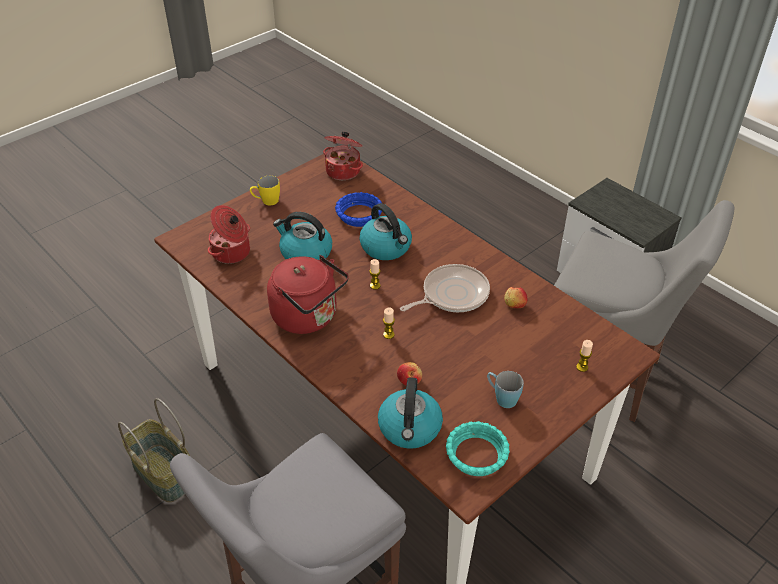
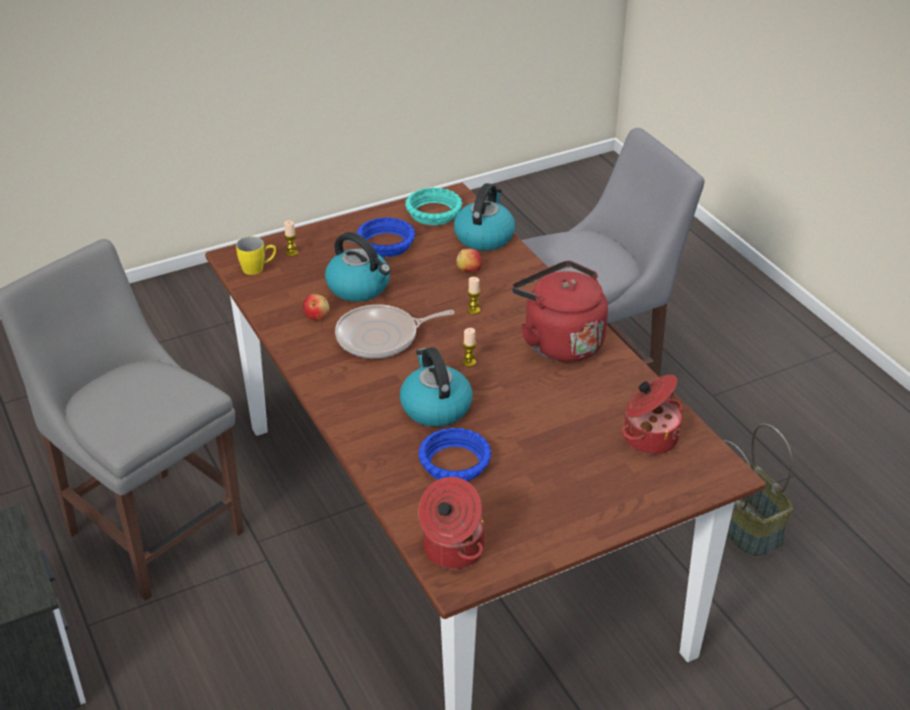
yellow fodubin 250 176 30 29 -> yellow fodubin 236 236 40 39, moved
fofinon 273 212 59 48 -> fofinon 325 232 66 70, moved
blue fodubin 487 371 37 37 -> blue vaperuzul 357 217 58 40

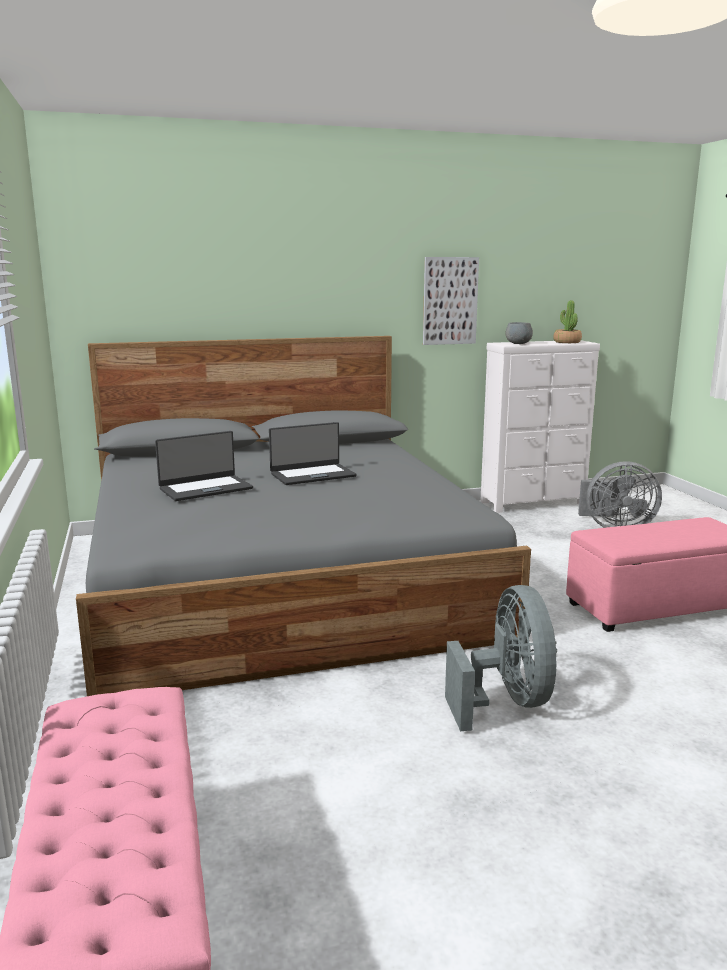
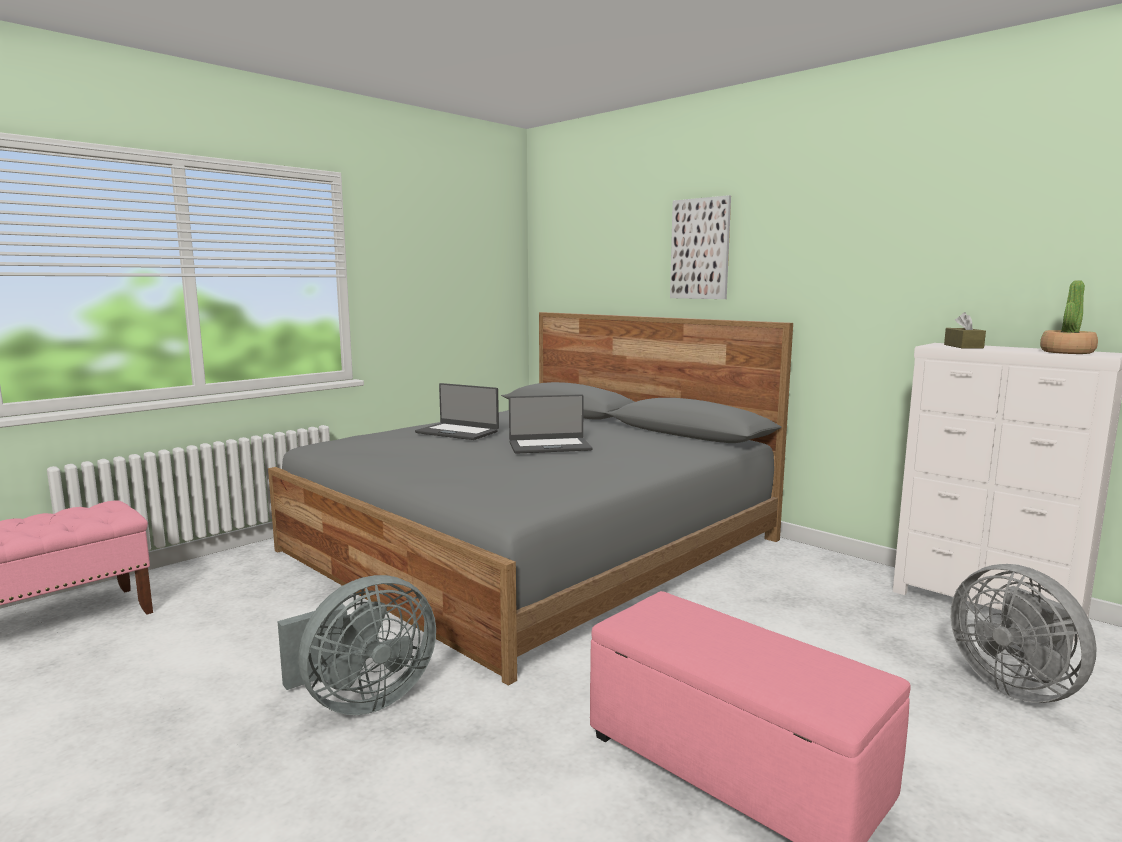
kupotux 269 422 87 63 -> kupotux 509 394 83 60, 45 degrees counterclockwise
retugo 423 257 56 88 -> retugo 670 195 61 104, moved
grey vaperuzul 505 322 28 22 -> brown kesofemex 944 312 42 37

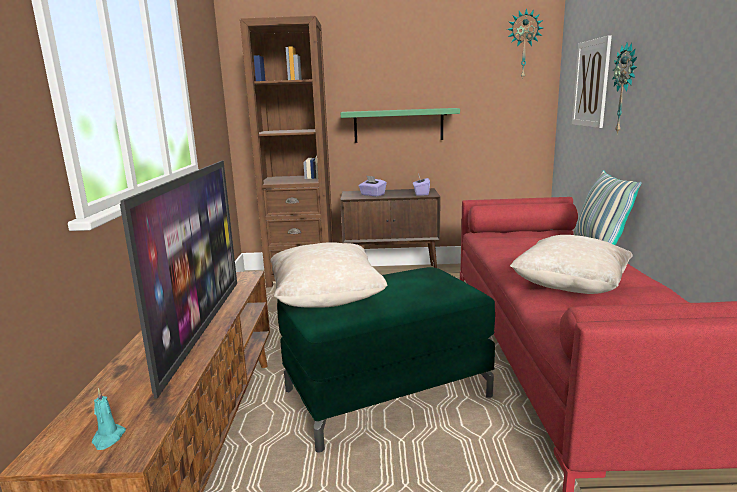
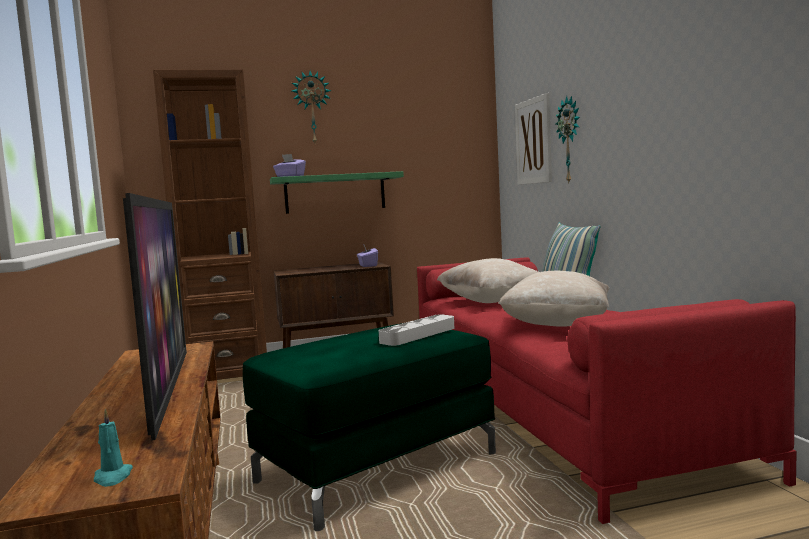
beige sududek 270 242 117 66 -> beige sududek 437 258 102 45, moved
purple kesofemex 359 175 28 21 -> purple kesofemex 273 154 33 23, moved
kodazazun 507 8 36 72 -> kodazazun 292 71 39 72, moved
none -> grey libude 378 314 76 32

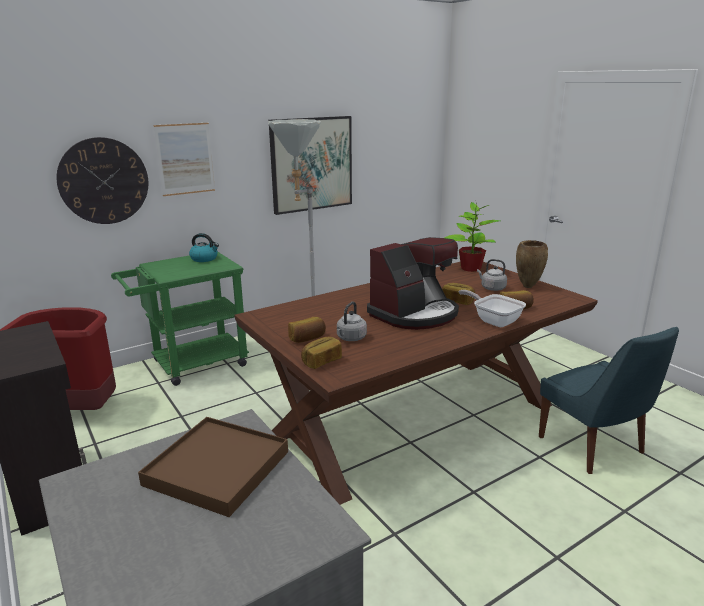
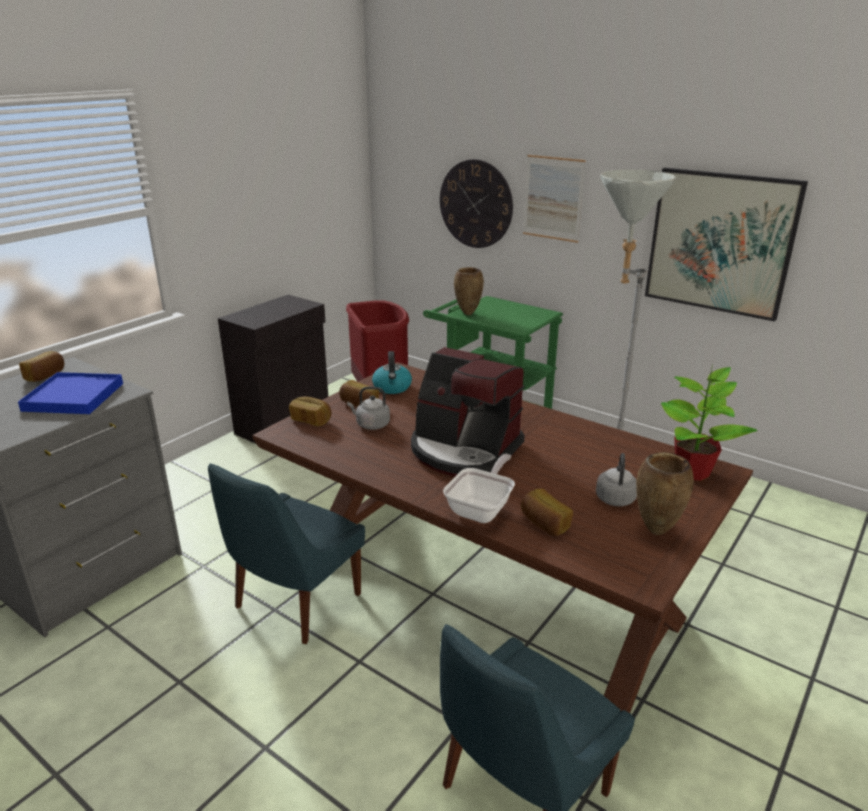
brown libude 138 417 150 100 -> blue libude 18 372 105 42
fofinon 189 233 30 29 -> fofinon 372 351 40 43, moved
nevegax 442 283 33 22 -> nevegax 19 351 45 31, moved
none -> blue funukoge 208 463 157 181
none -> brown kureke 454 267 30 48

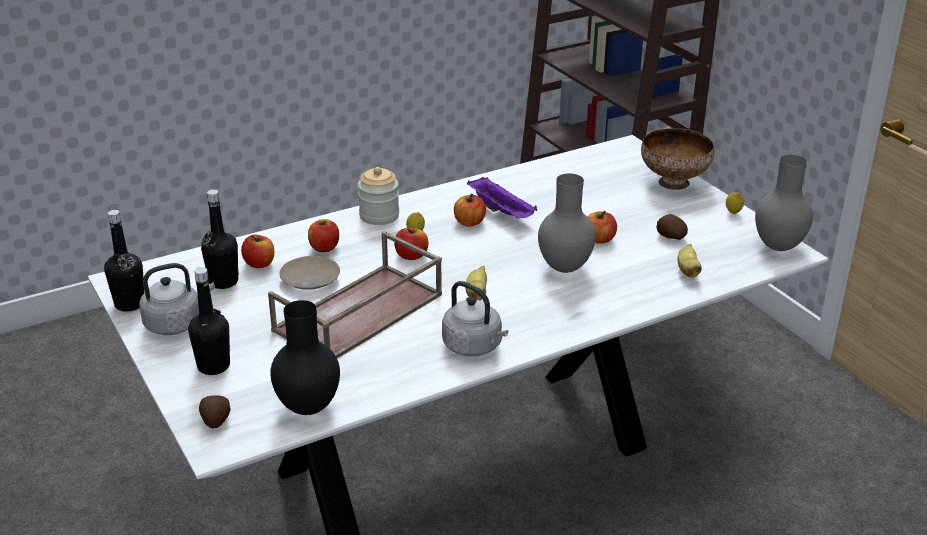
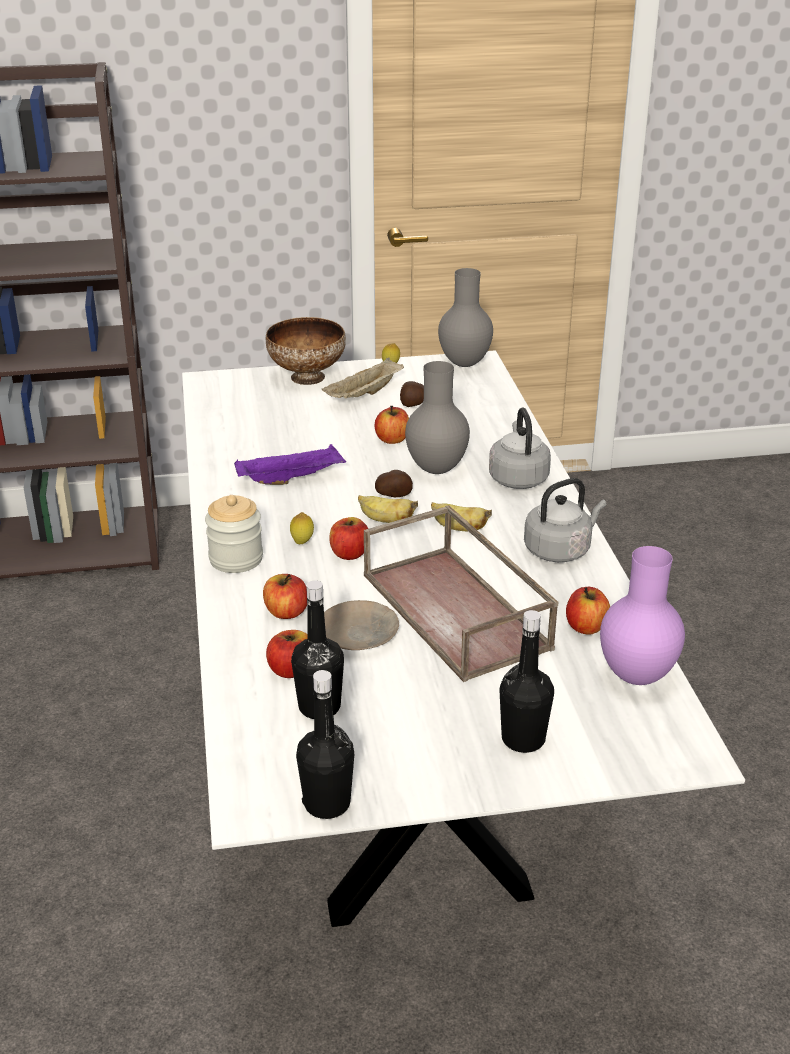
grey fofinon 139 263 76 72 -> grey fofinon 489 408 62 81, moved
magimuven 199 395 32 34 -> magimuven 375 470 38 27, moved
black kureke 270 300 70 115 -> purple kureke 600 546 85 139
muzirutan 454 194 32 33 -> muzirutan 566 587 44 48, moved
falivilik 678 244 24 34 -> falivilik 358 495 60 28, moved
none -> beige libude 322 358 82 41

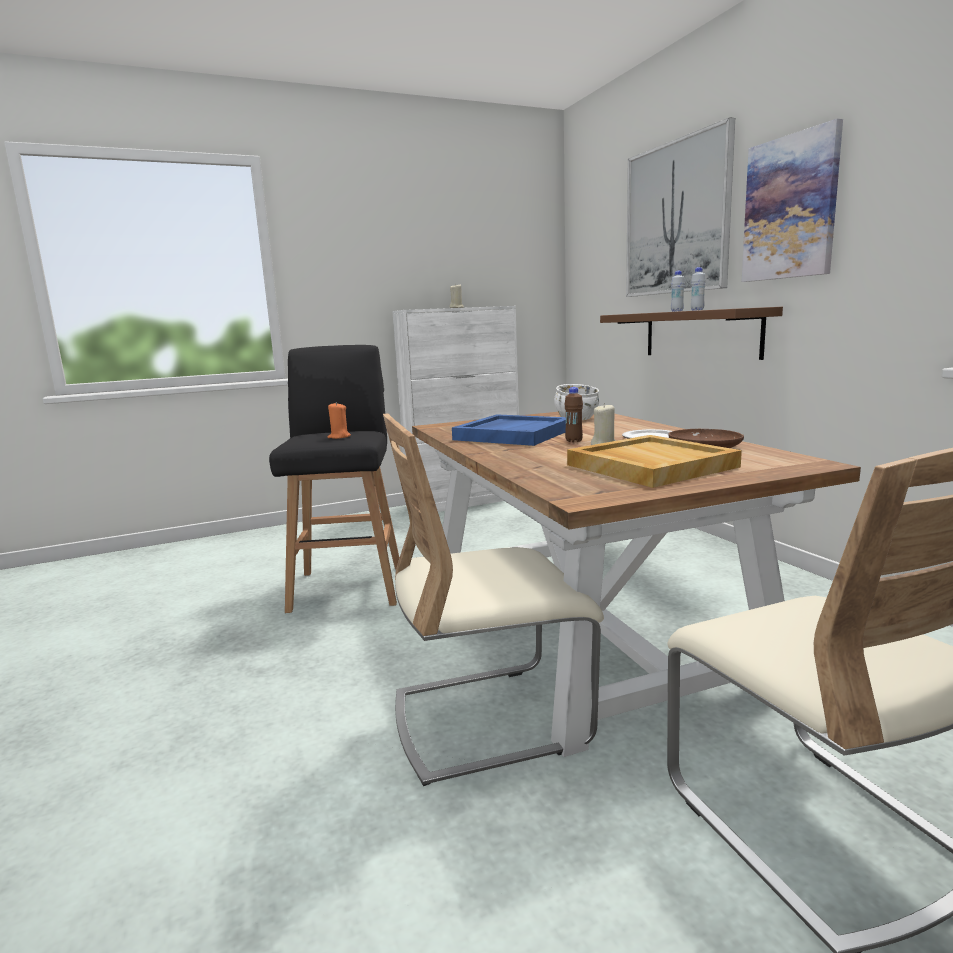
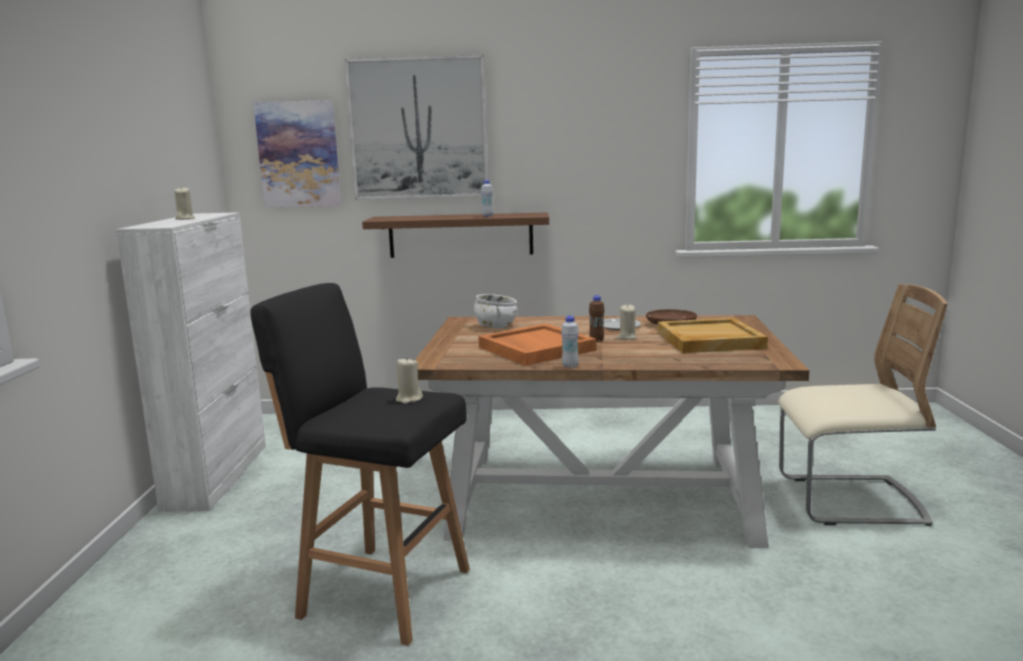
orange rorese 328 402 23 37 -> beige rorese 396 357 27 47
beige funukoge 383 414 221 372 -> none
blue libude 452 414 114 32 -> orange libude 478 324 119 42
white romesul 671 271 14 40 -> white romesul 561 316 18 52, moved
retugo 742 119 101 163 -> retugo 254 100 87 108, moved

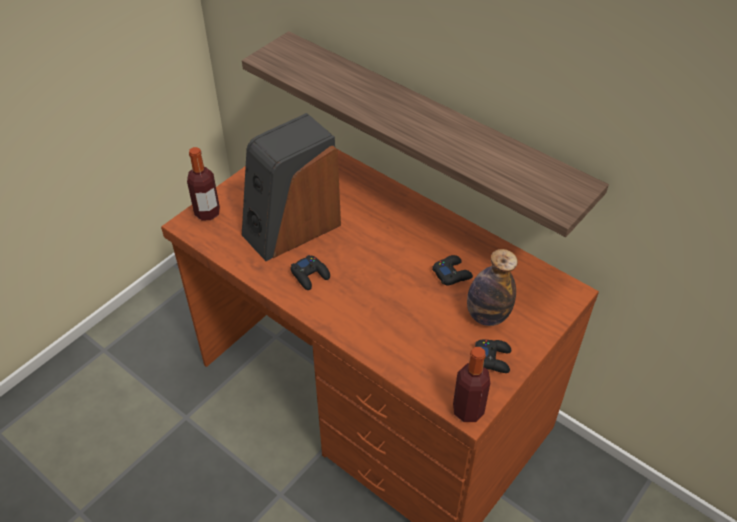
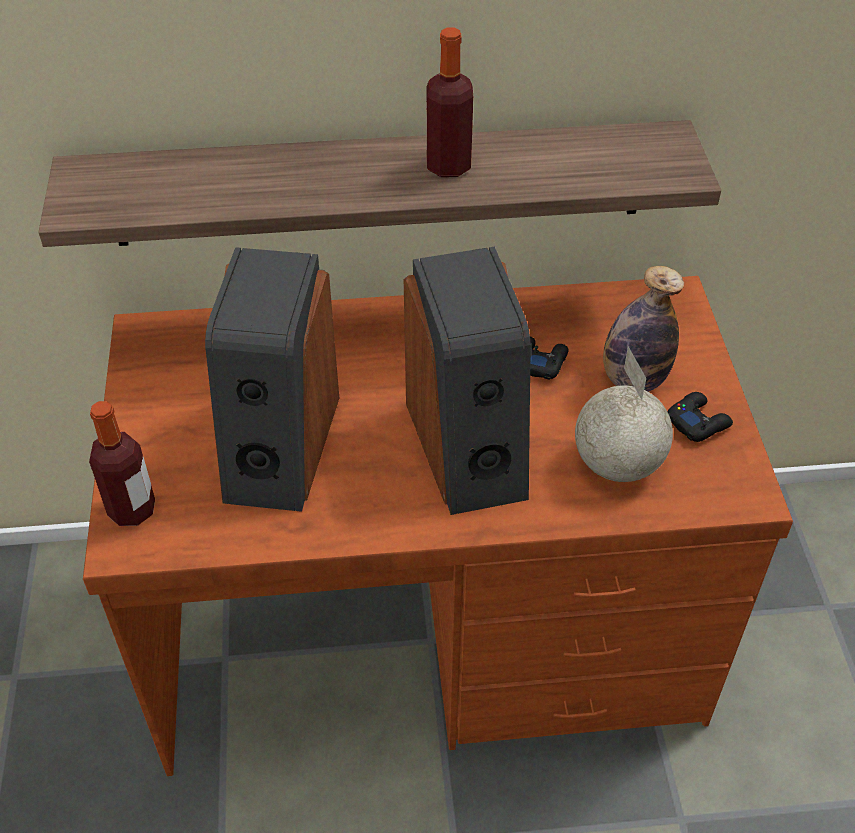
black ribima 290 255 40 35 -> none
romesul 453 347 37 75 -> romesul 426 27 47 150, moved
none -> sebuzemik 404 247 127 268
none -> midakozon 575 347 98 135

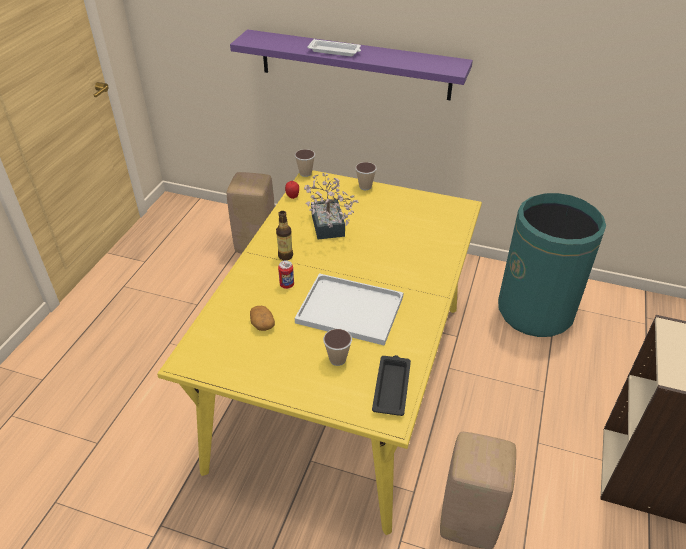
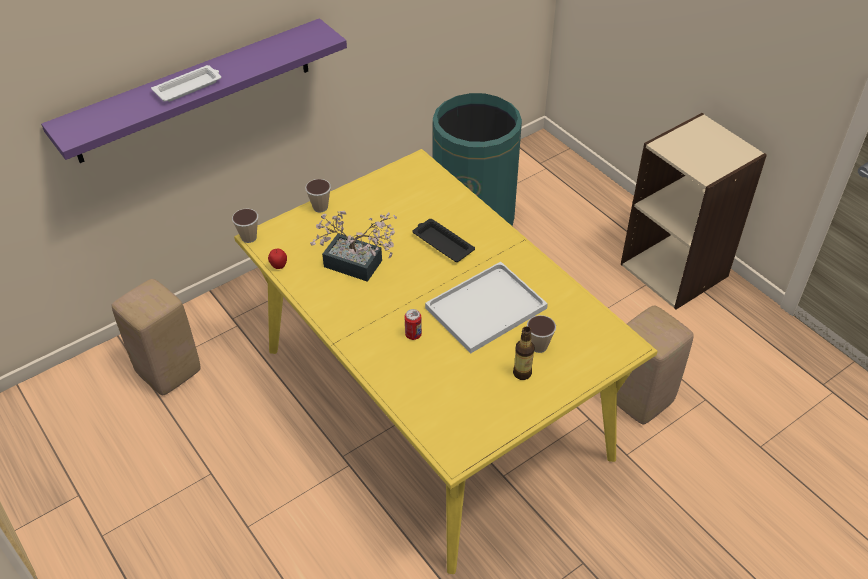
magimuven 250 306 25 25 -> none
romesul 276 211 17 49 -> romesul 513 327 21 53, moved
black libude 372 355 39 61 -> black libude 413 219 62 43, moved

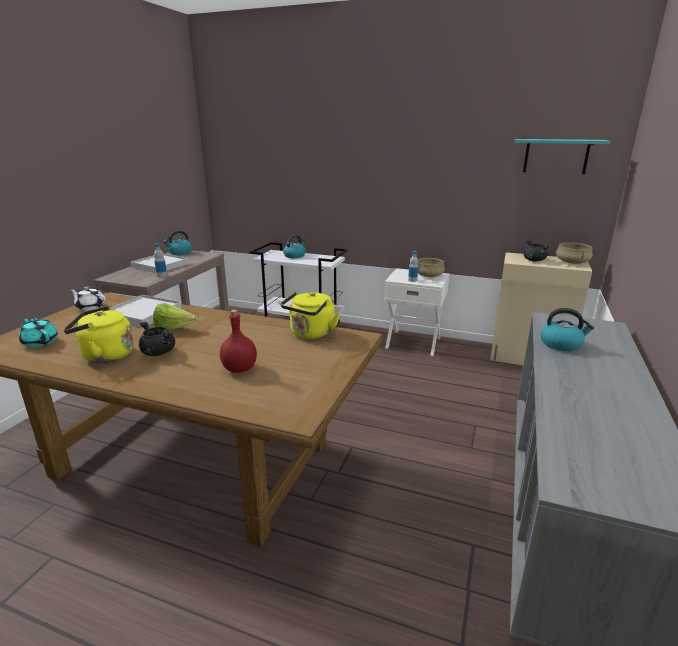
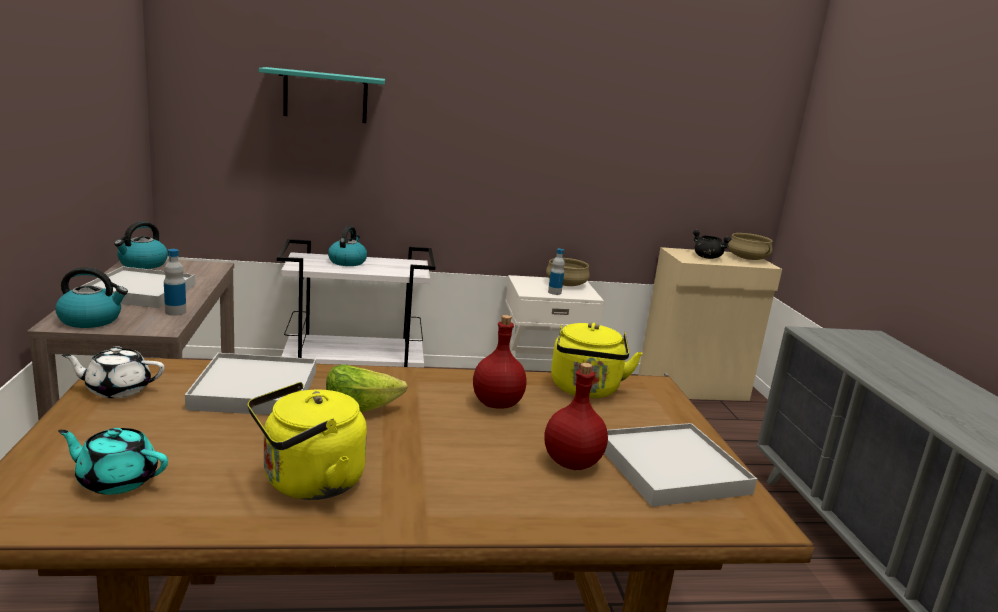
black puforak 139 322 36 34 -> none
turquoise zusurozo 514 139 96 35 -> turquoise zusurozo 259 67 126 56, moved
fofinon 540 308 54 43 -> fofinon 55 267 73 61, moved
none -> red romesul 473 315 53 94
none -> white libude 604 423 153 84

